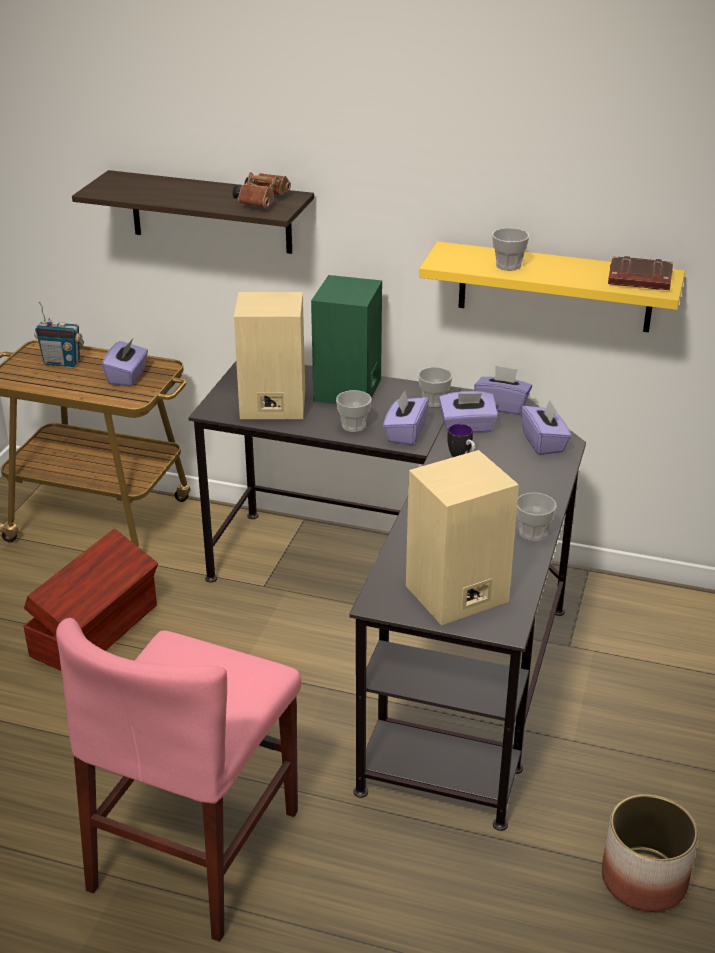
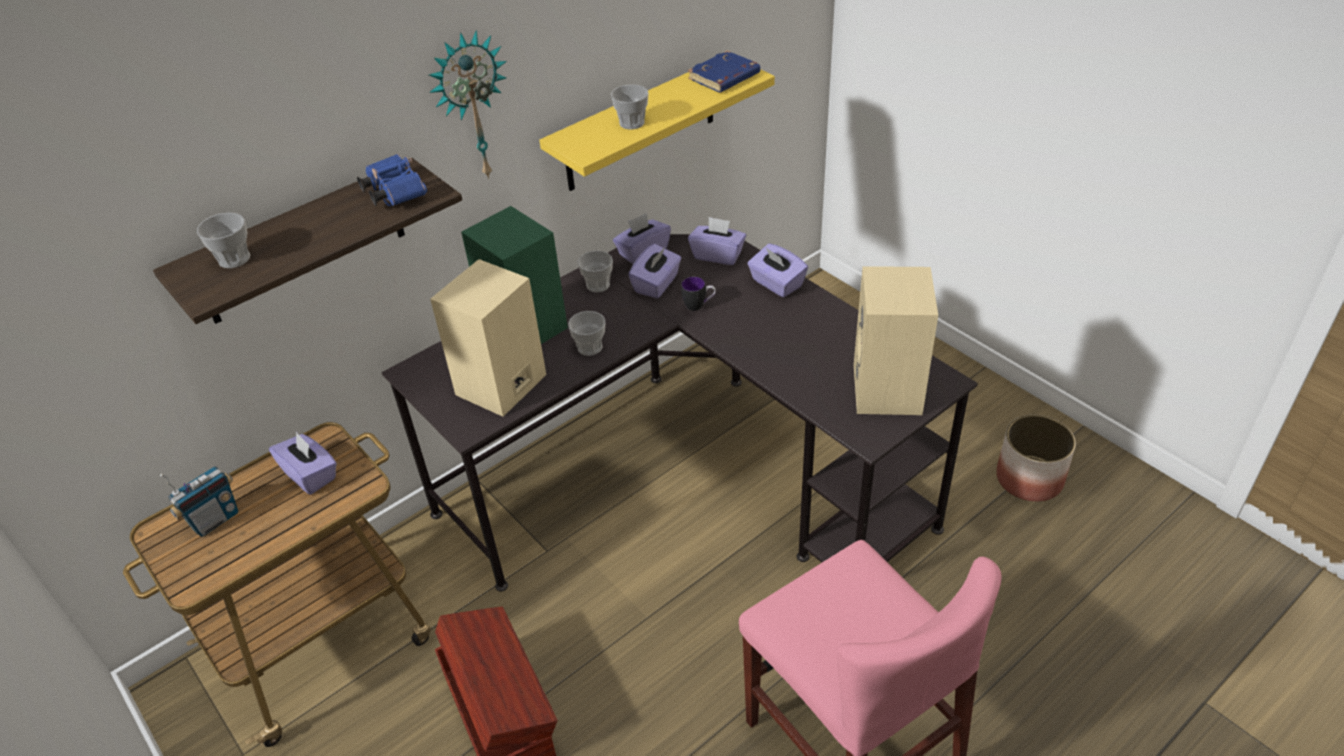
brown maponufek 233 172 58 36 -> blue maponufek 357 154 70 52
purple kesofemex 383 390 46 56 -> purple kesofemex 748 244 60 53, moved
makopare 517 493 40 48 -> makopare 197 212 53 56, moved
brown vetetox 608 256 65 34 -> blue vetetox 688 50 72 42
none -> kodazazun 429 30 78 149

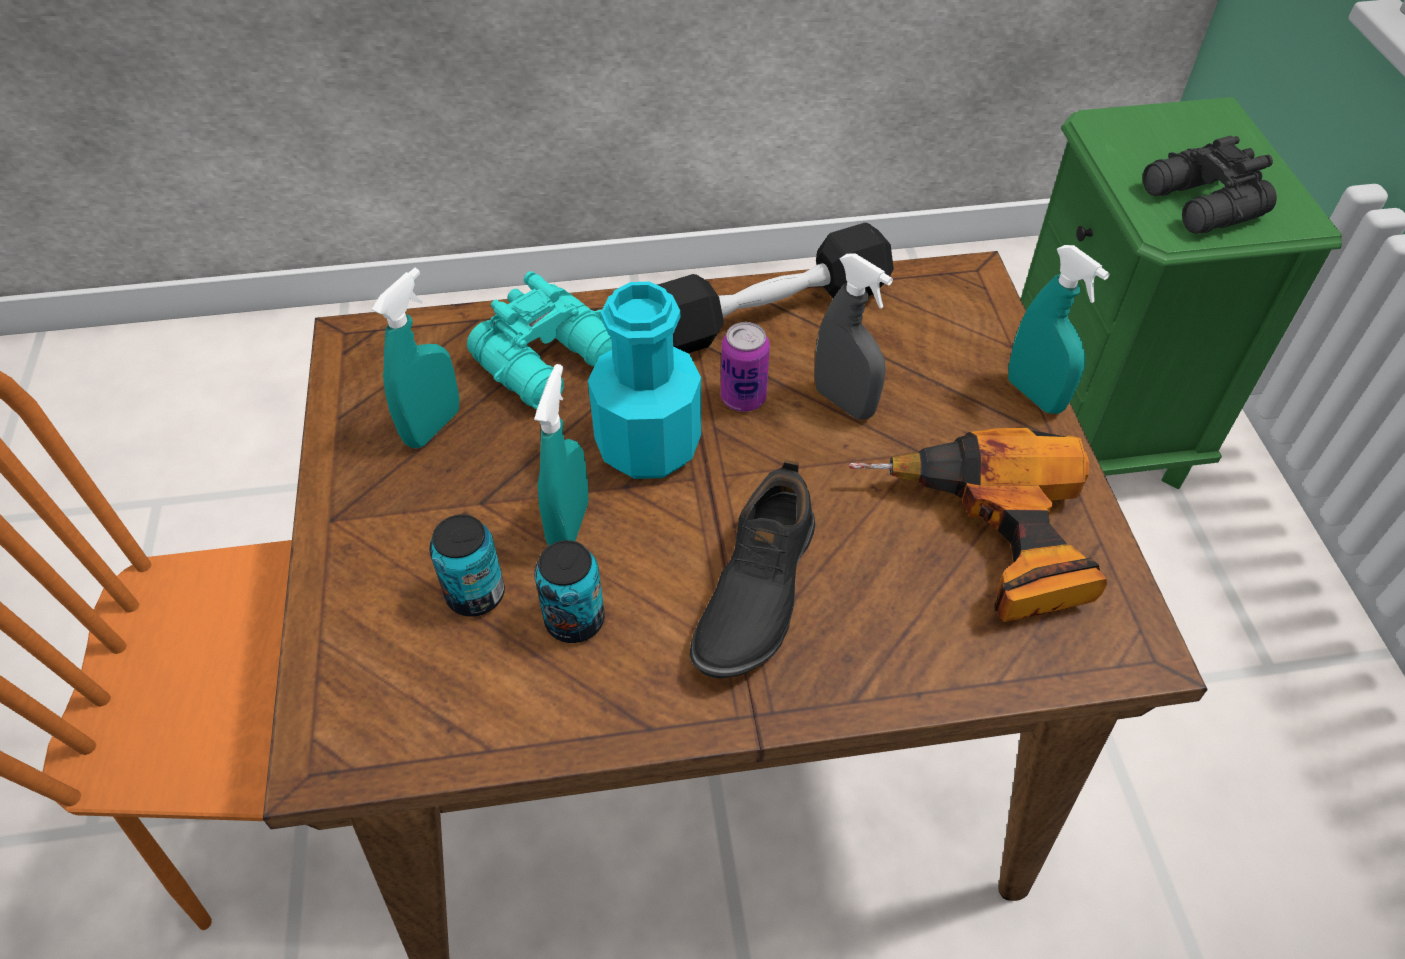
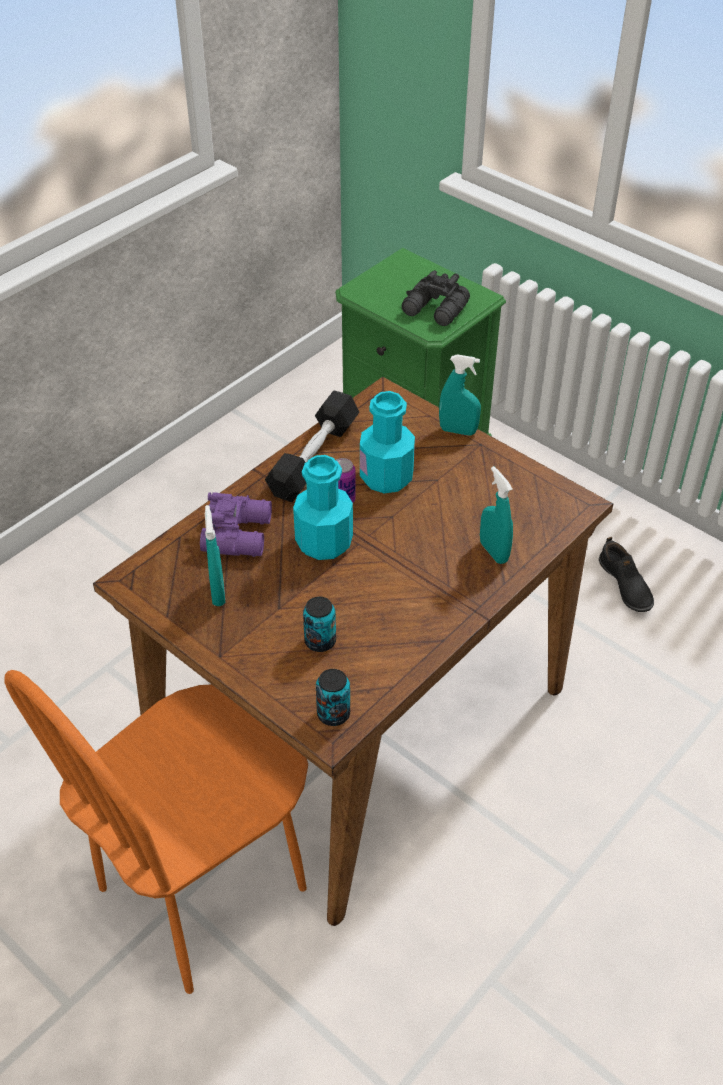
turquoise maponufek 467 271 145 138 -> purple maponufek 200 492 72 65
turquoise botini 534 364 55 182 -> turquoise botini 480 466 33 98, moved
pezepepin 534 540 71 103 -> pezepepin 316 669 34 57, moved
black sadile 690 459 125 219 -> black sadile 599 537 55 75, moved
grey botini 815 253 78 167 -> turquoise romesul 360 391 55 103
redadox 848 428 259 194 -> none

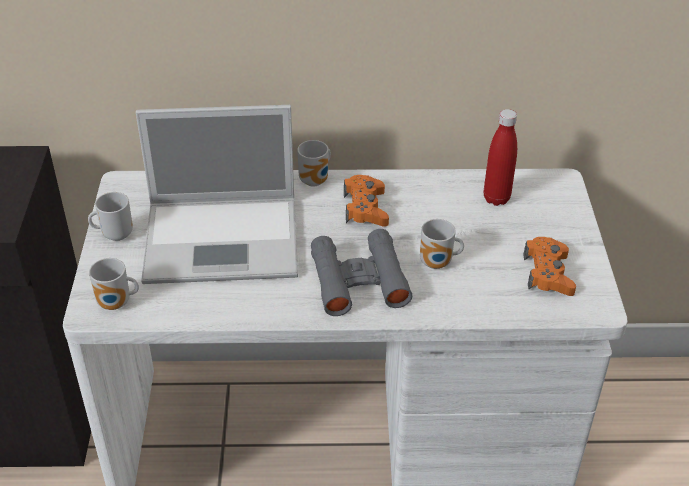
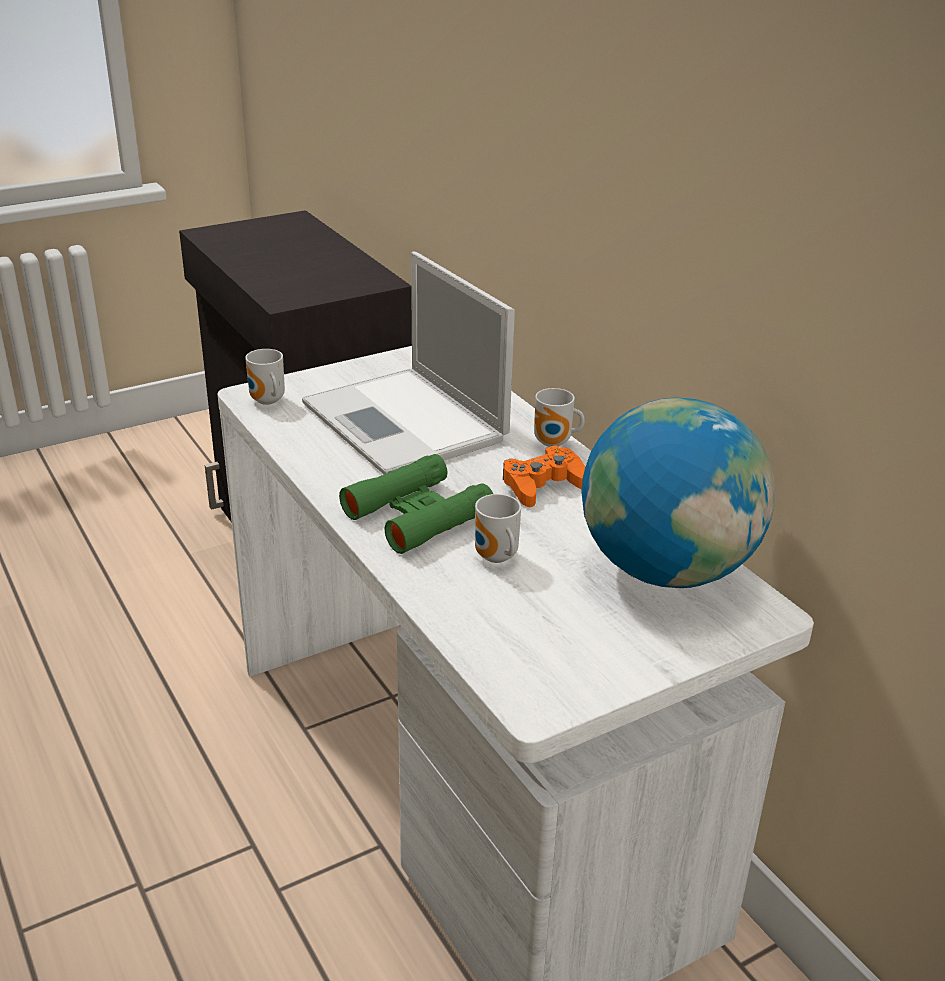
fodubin 88 192 45 49 -> none
grey maponufek 311 229 101 87 -> green maponufek 339 454 154 100
red romesul 484 109 33 97 -> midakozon 581 397 194 191
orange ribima 523 237 53 59 -> none

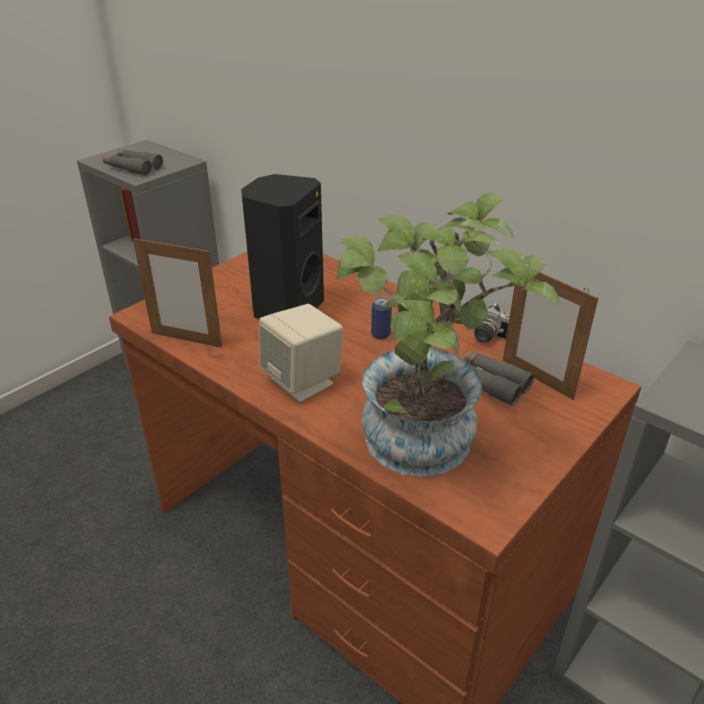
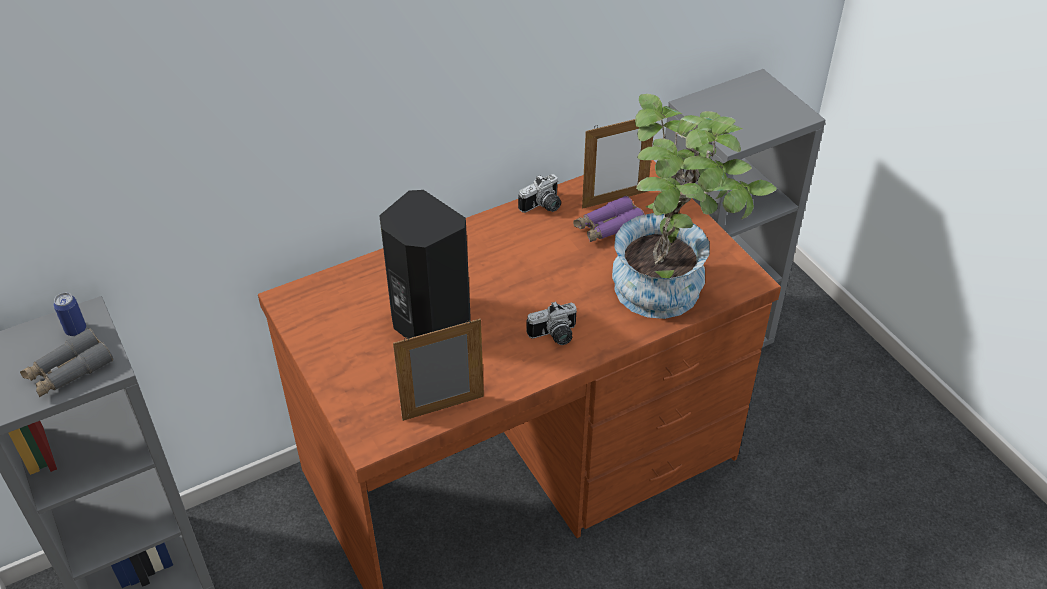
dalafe 133 236 89 112 -> dalafe 393 319 91 102, 150 degrees counterclockwise
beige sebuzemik 259 304 84 98 -> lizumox 527 301 50 44
pezepepin 371 296 21 43 -> pezepepin 53 293 33 43, moved
grey maponufek 464 350 70 56 -> purple maponufek 573 196 72 46

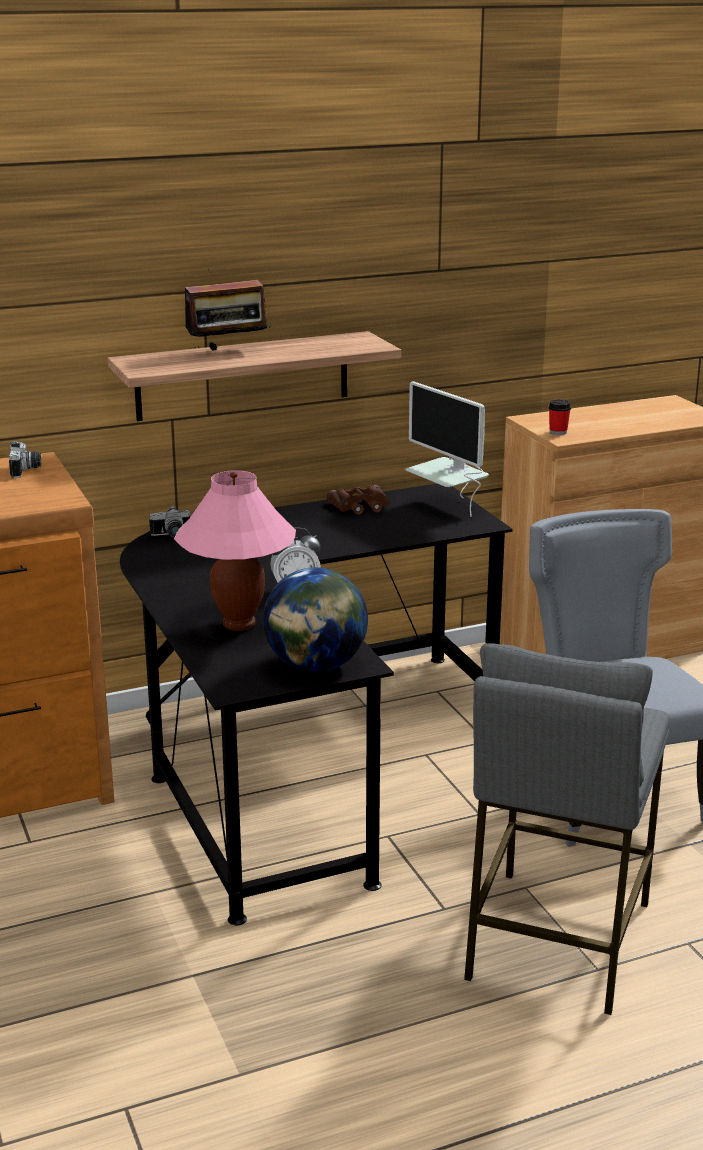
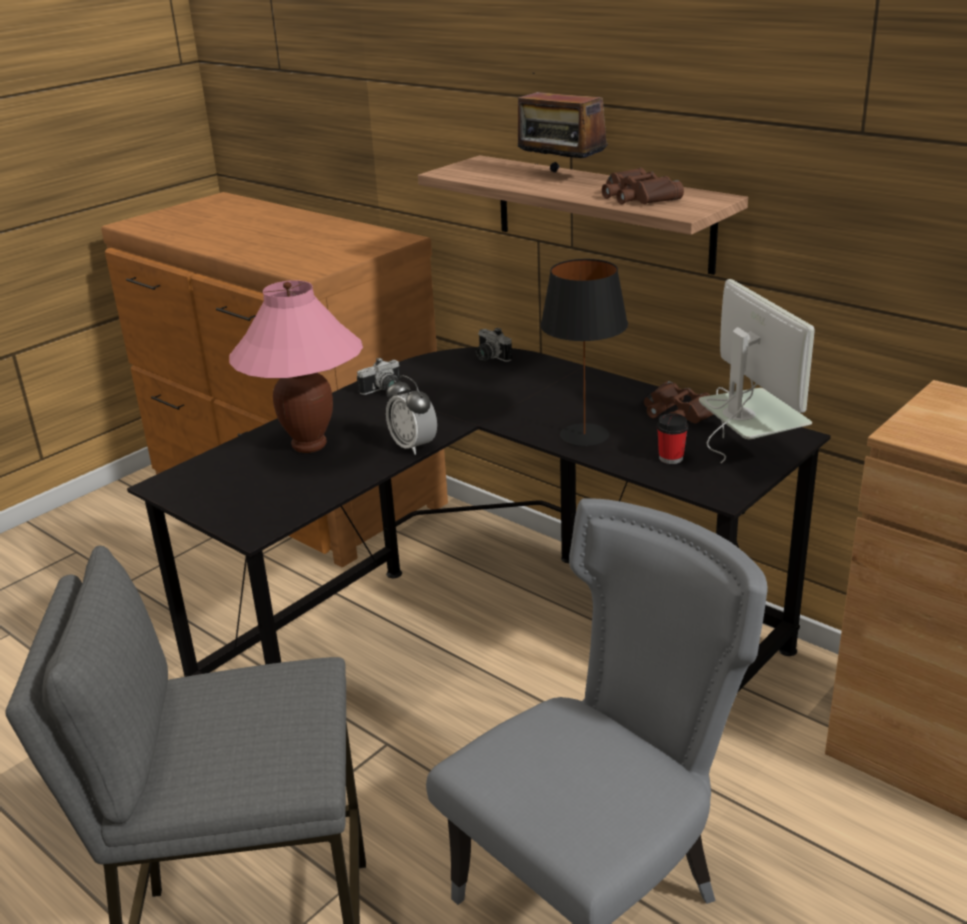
lizumox 9 441 32 37 -> lizumox 357 357 43 38, moved
midakozon 263 567 105 105 -> none
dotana 405 381 84 136 -> dotana 699 279 116 185, 135 degrees clockwise
makopare 548 399 23 36 -> makopare 657 413 31 51, moved
none -> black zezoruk 540 259 88 187
none -> brown maponufek 602 168 82 36

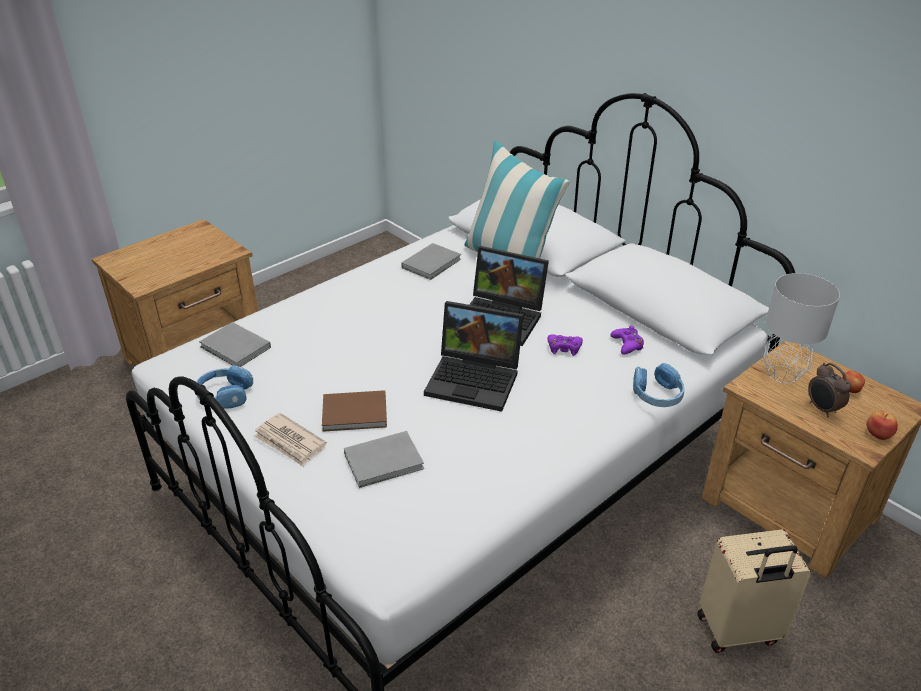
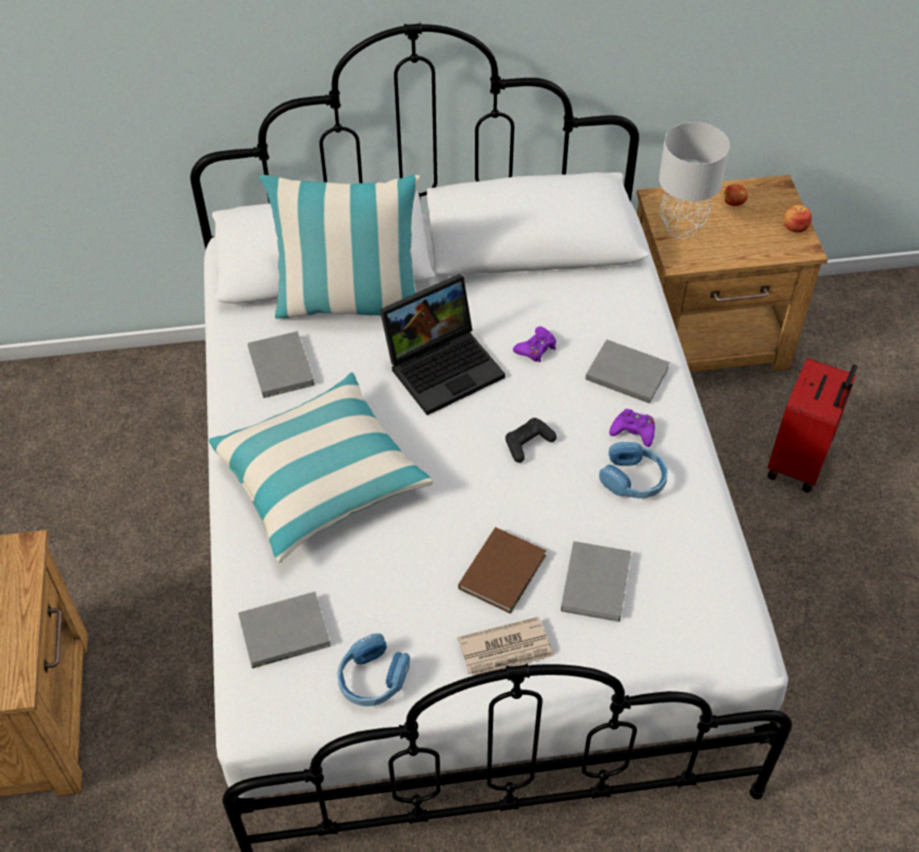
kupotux 424 301 100 111 -> black ribima 505 418 52 45
purple ribima 611 326 33 29 -> purple ribima 609 409 46 38, moved
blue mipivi 633 363 52 44 -> blue mipivi 599 442 69 57, moved
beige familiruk 697 529 114 124 -> red familiruk 767 358 90 134
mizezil 808 363 43 54 -> none
none -> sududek 209 372 224 191
none -> grey vetetox 586 339 84 65

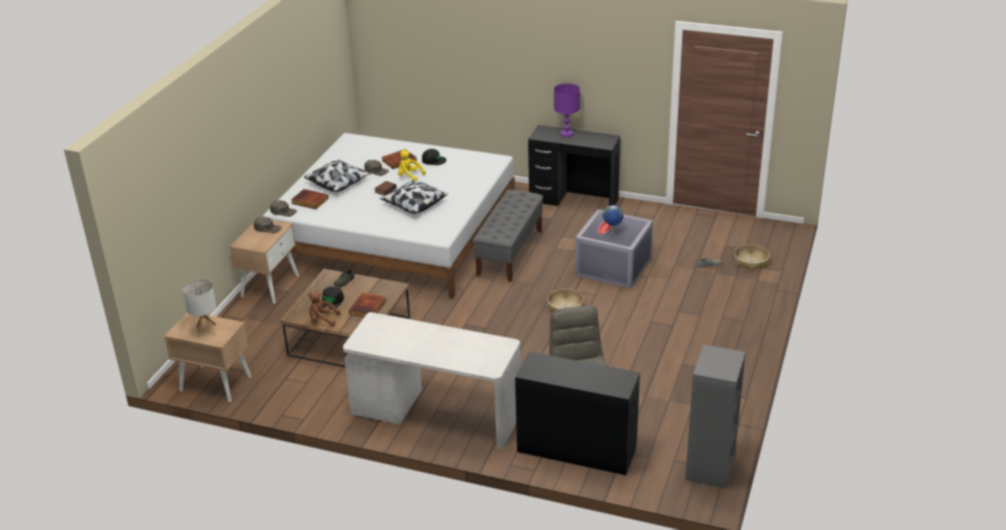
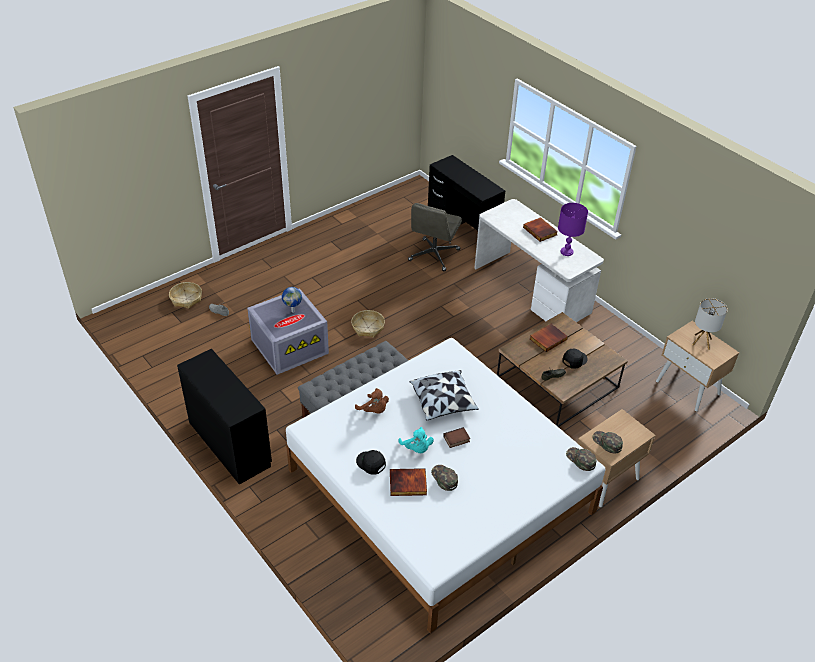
vetetox 291 189 38 20 -> vetetox 523 217 35 25, moved
sududek 304 160 67 32 -> none
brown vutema 308 292 32 34 -> brown vutema 355 388 34 25, moved
yellow vutema 398 150 28 31 -> turquoise vutema 398 427 36 26
purple zezoruk 554 83 26 54 -> purple zezoruk 558 203 30 53, moved
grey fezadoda 685 344 61 145 -> none

